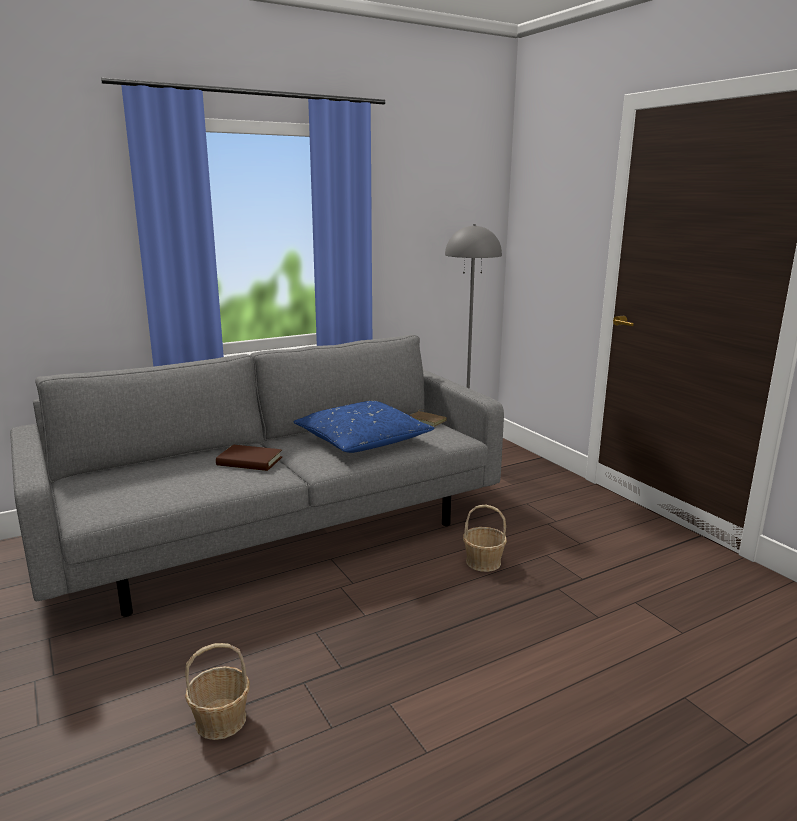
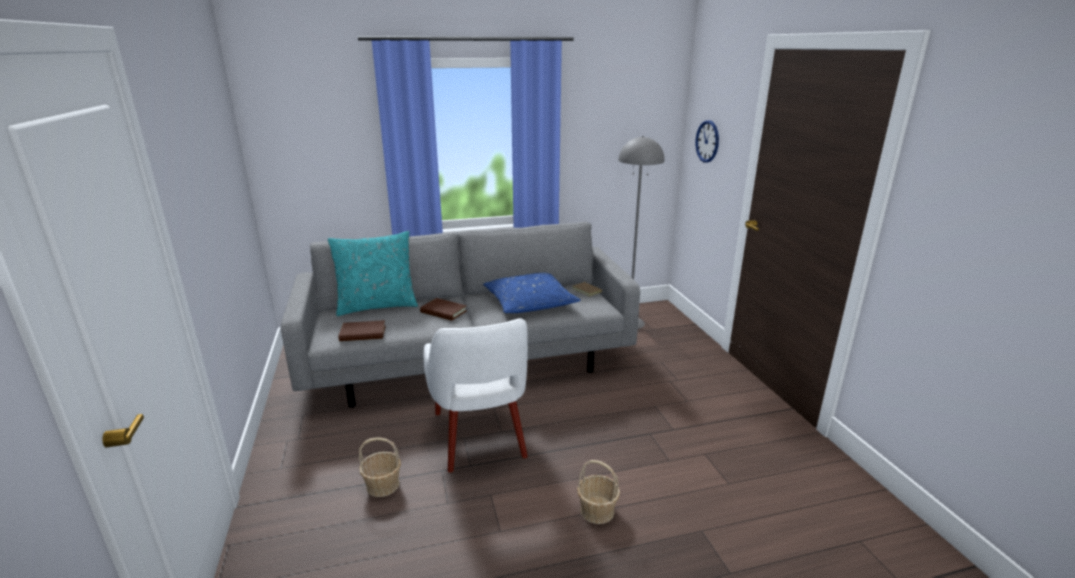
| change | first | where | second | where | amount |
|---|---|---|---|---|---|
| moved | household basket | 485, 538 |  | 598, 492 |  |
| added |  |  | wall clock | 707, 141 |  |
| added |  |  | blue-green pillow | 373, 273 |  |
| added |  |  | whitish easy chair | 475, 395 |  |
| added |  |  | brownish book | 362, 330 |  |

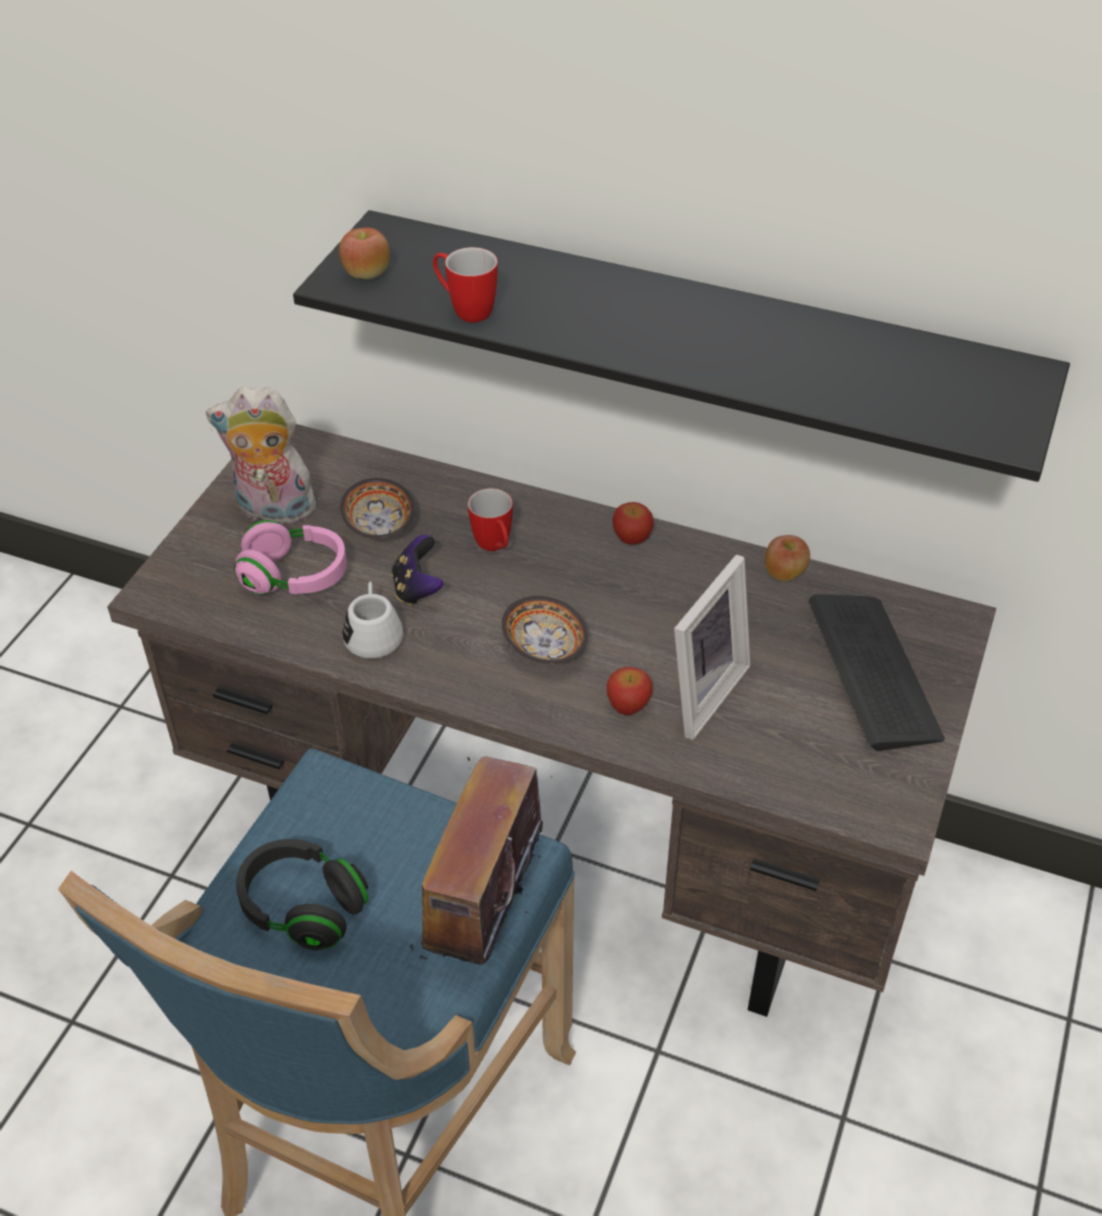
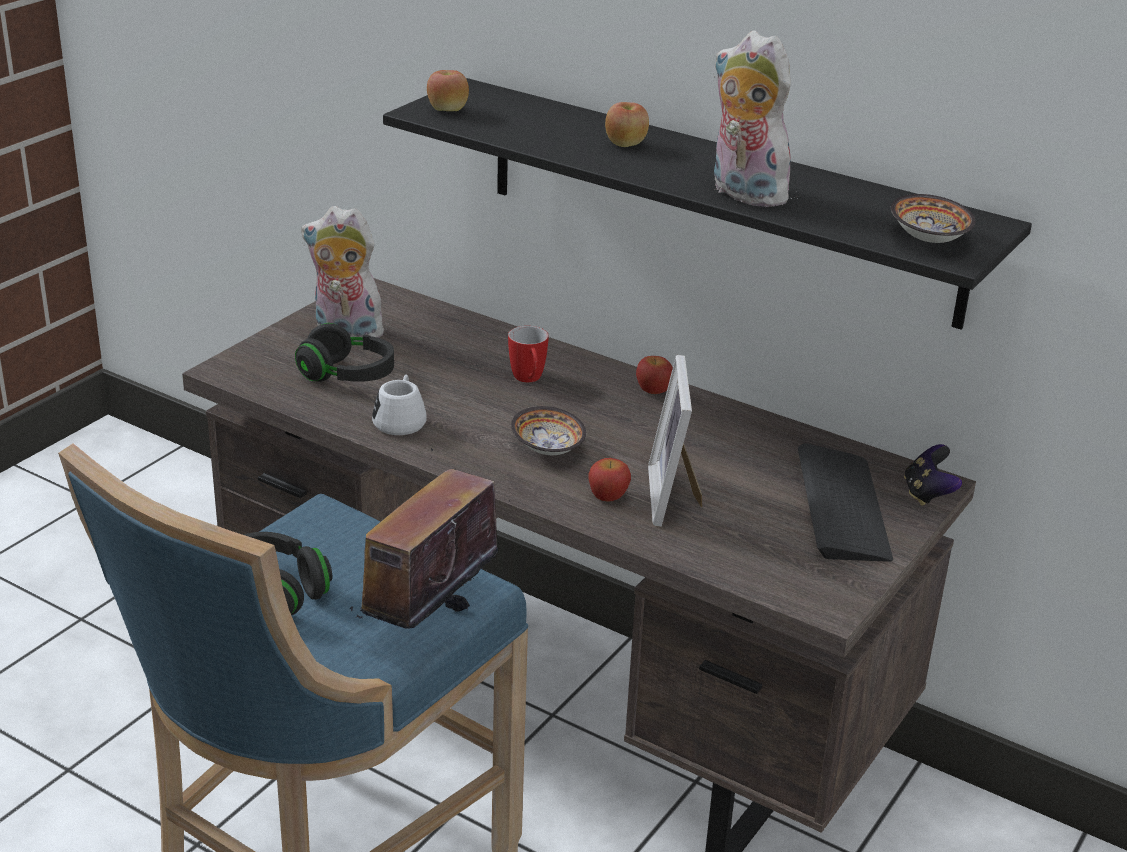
| change | first | where | second | where | amount |
|---|---|---|---|---|---|
| removed | mug | 465, 284 |  |  |  |
| moved | bowl | 377, 508 |  | 933, 218 |  |
| recoloured | pink headphones | 290, 557 | black-coloured headphones | 344, 352 |  |
| moved | joypad | 417, 570 |  | 933, 475 |  |
| moved | whole apple | 787, 558 |  | 627, 124 |  |
| turned | standing frame | 712, 647 |  | 675, 441 | 135 degrees clockwise |
| added |  |  | soft toy | 755, 119 |  |

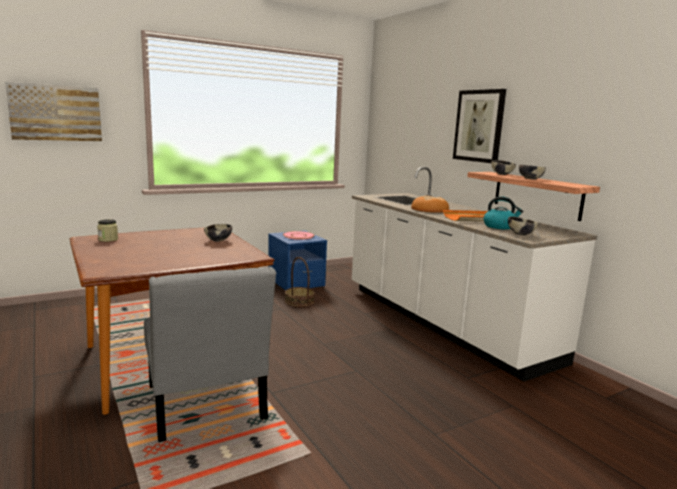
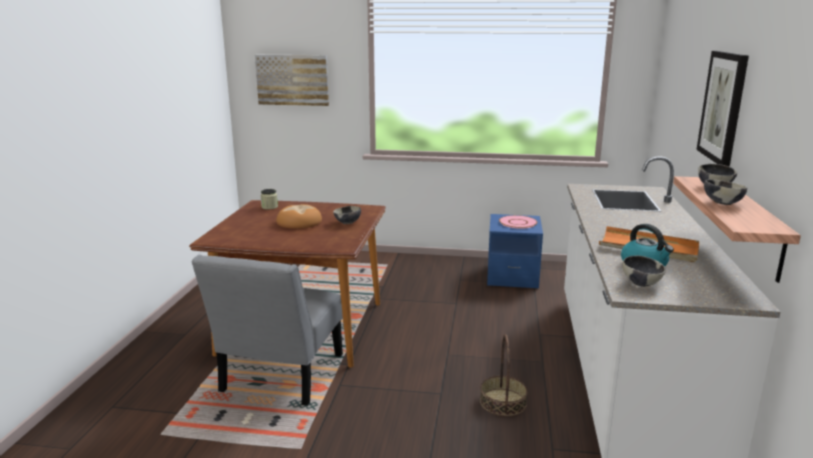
| change | first | where | second | where | amount |
|---|---|---|---|---|---|
| moved | bakery bread | 430, 204 |  | 299, 216 |  |
| moved | household basket | 300, 282 |  | 504, 375 |  |

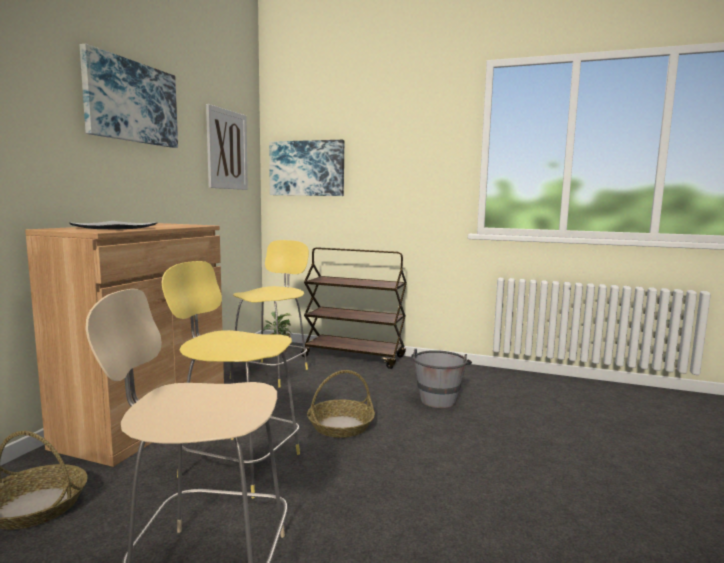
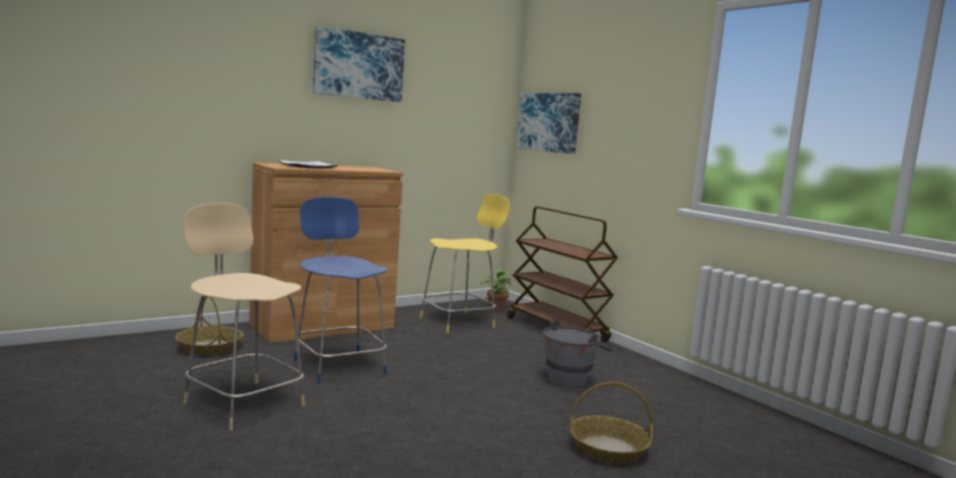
| change | first | where | second | where | amount |
|---|---|---|---|---|---|
| removed | picture | 227, 147 |  |  |  |
| recoloured | yellowish stool | 230, 379 | blue-coloured stool | 340, 290 |  |
| moved | household basket | 341, 404 |  | 611, 423 |  |

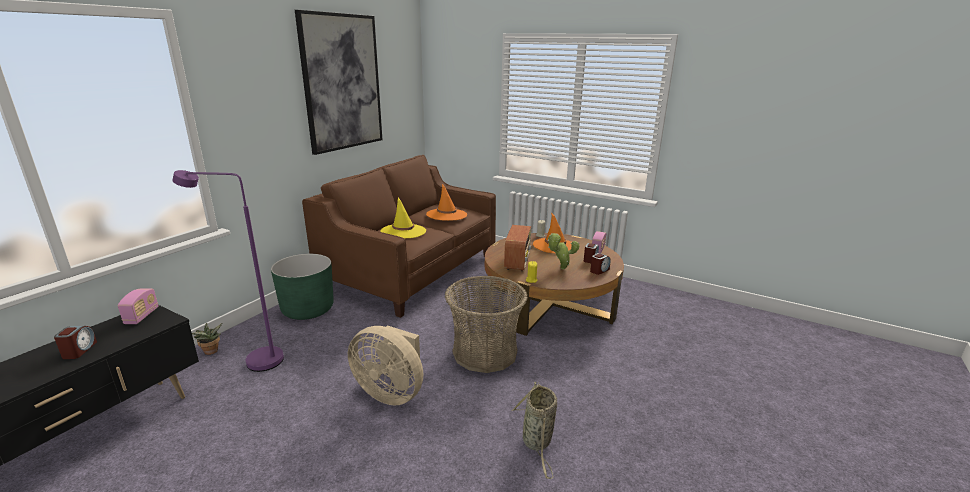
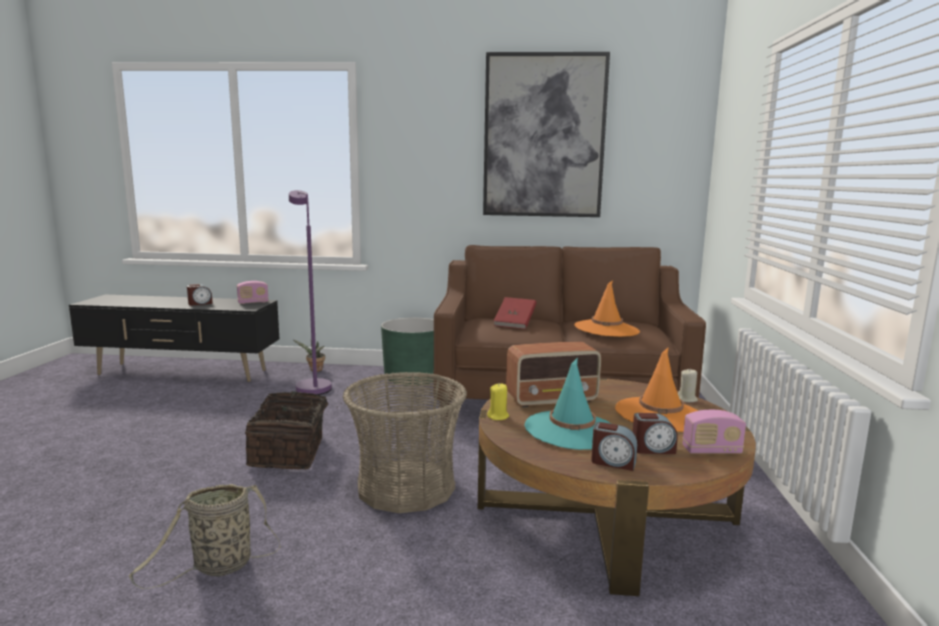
| change | first | where | second | where | amount |
|---|---|---|---|---|---|
| replaced | yellowish wearable hat | 403, 217 | red book | 515, 313 |  |
| replaced | houseplant | 564, 251 | blue-green wearable hat | 567, 404 |  |
| replaced | sand-coloured cooling fan | 385, 365 | household basket | 293, 430 |  |

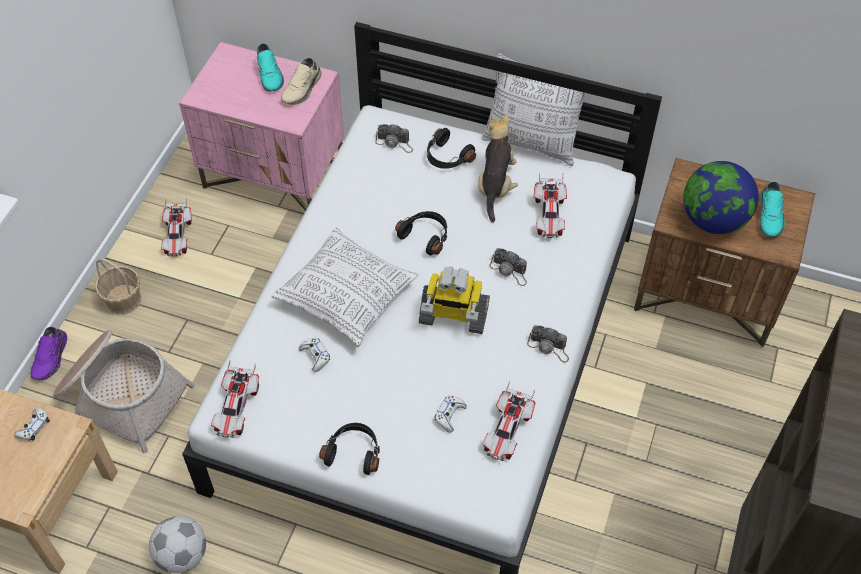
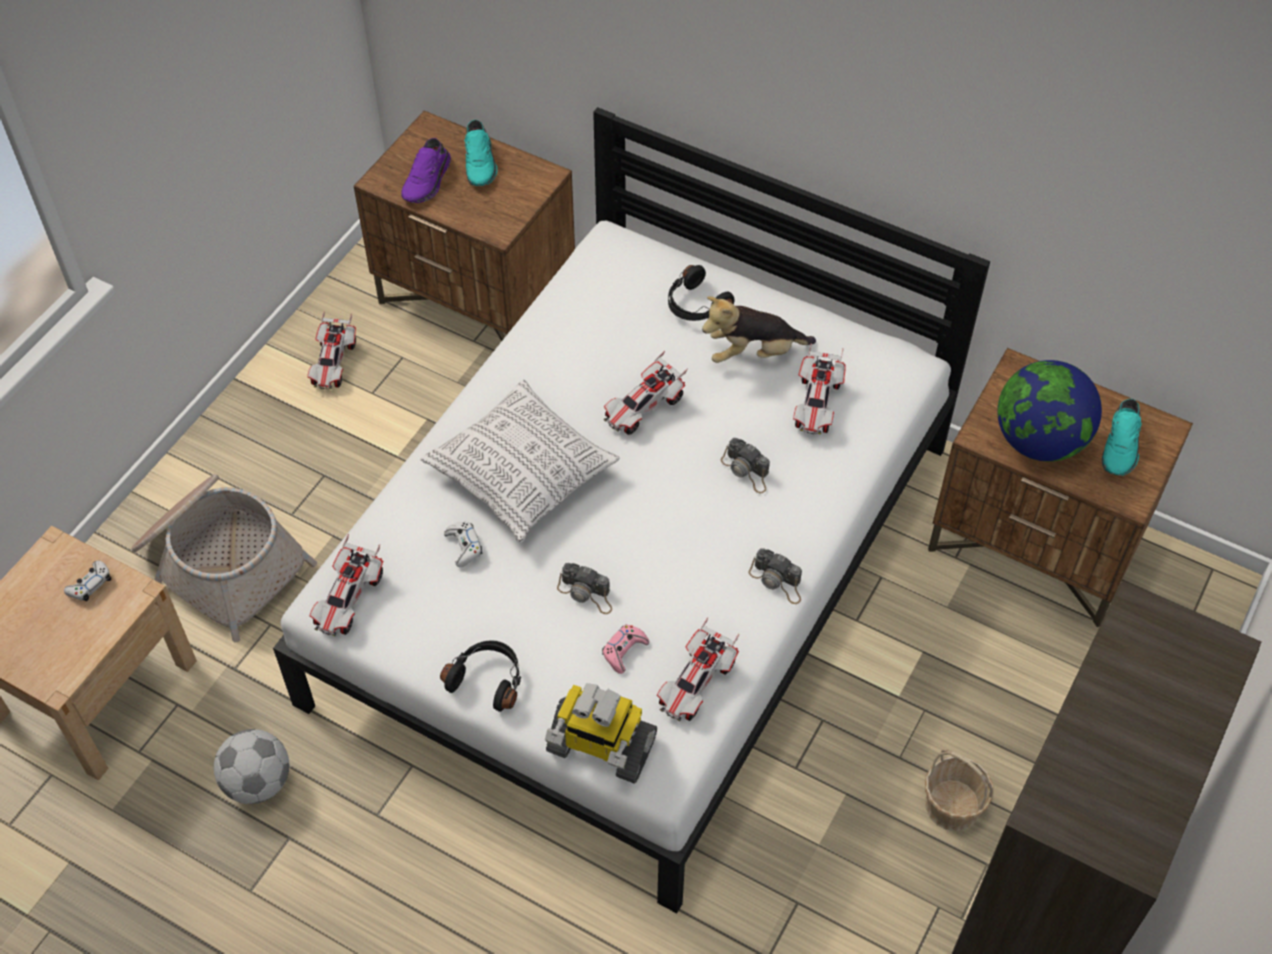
| change | first | where | second | where | amount |
|---|---|---|---|---|---|
| recoloured | pink bedside table | 261, 126 | brownish bedside table | 464, 226 |  |
| removed | pillow | 535, 109 |  |  |  |
| removed | sand-coloured shoe | 301, 81 |  |  |  |
| turned | soft toy | 498, 168 |  | 759, 329 | 120 degrees counterclockwise |
| moved | photo camera | 394, 138 |  | 584, 588 |  |
| replaced | black-coloured headphones | 421, 233 | toy car | 645, 393 |  |
| moved | household basket | 118, 286 |  | 959, 790 |  |
| moved | robot figure | 454, 300 |  | 601, 733 |  |
| moved | purple shoe | 49, 353 |  | 426, 170 |  |
| recoloured | whitish joypad | 450, 414 | pink joypad | 625, 649 |  |

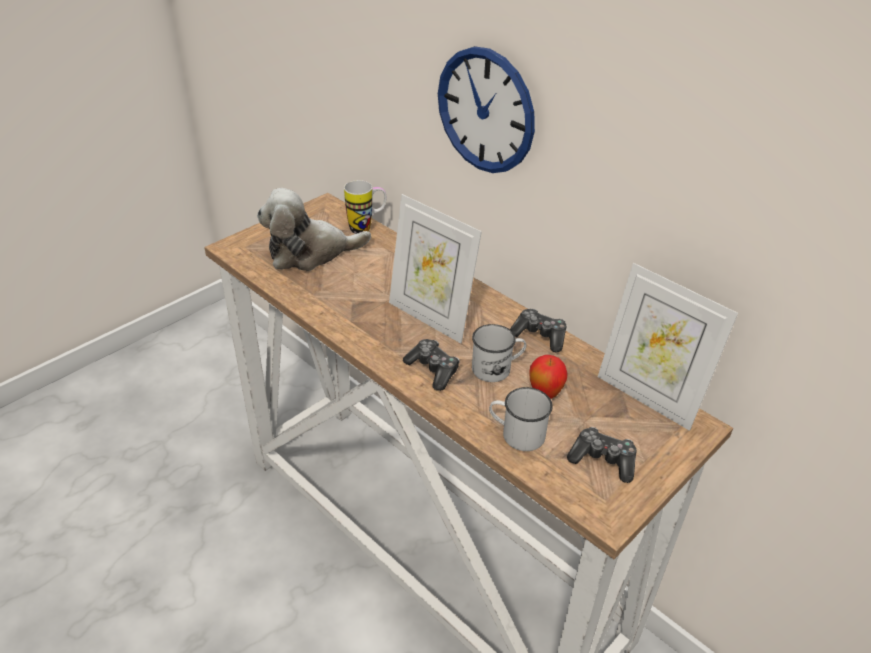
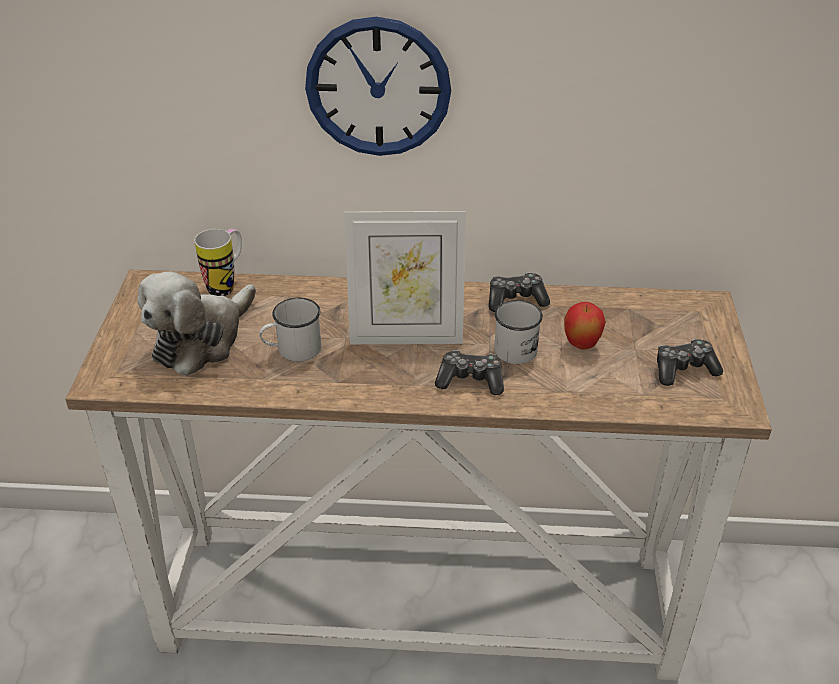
| change | first | where | second | where | amount |
|---|---|---|---|---|---|
| removed | standing frame | 668, 347 |  |  |  |
| moved | whitish mug | 521, 419 |  | 290, 330 |  |

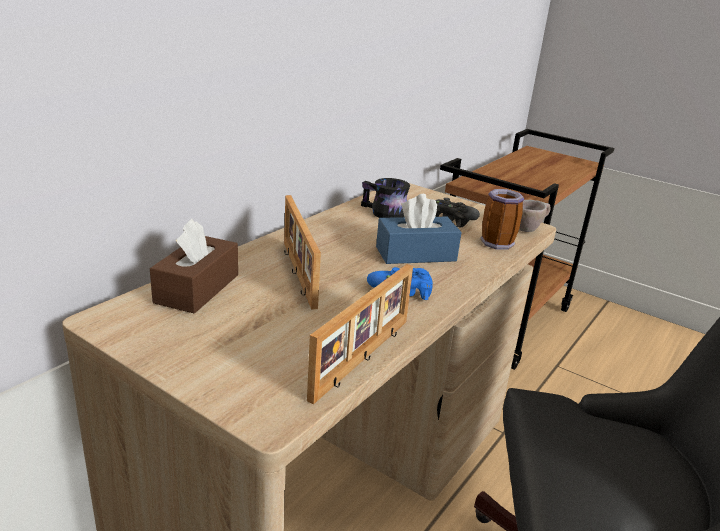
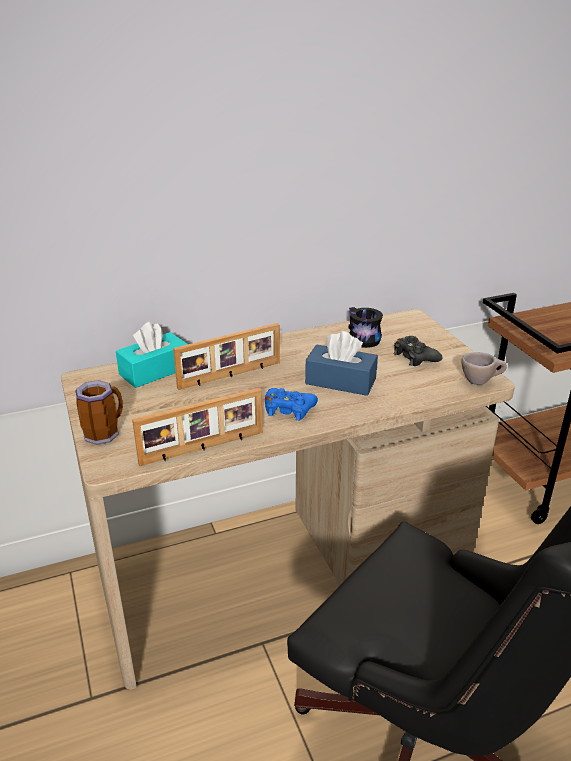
| change | first | where | second | where | amount |
|---|---|---|---|---|---|
| moved | mug | 502, 219 |  | 99, 412 |  |
| turned | standing frame | 302, 252 |  | 226, 356 | 135 degrees counterclockwise |
| recoloured | brownish tissue box | 194, 266 | blue-green tissue box | 151, 355 |  |

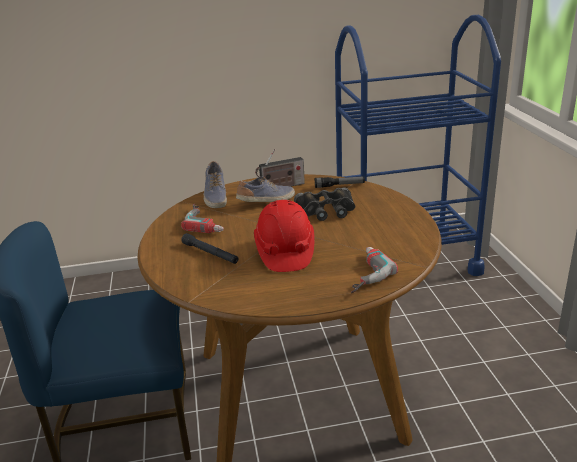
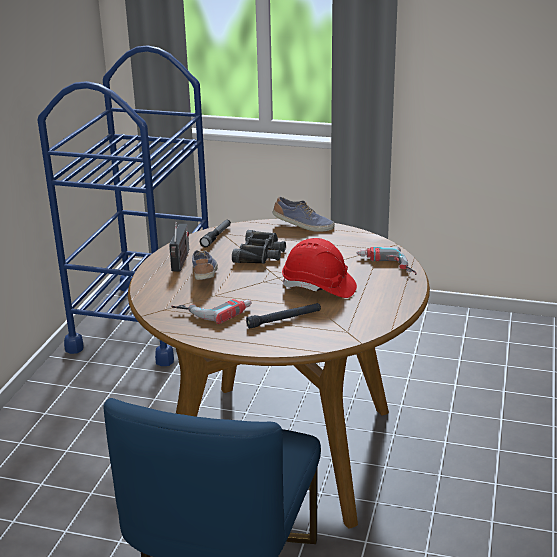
| change | first | where | second | where | amount |
|---|---|---|---|---|---|
| moved | shoe | 215, 184 |  | 303, 214 |  |

